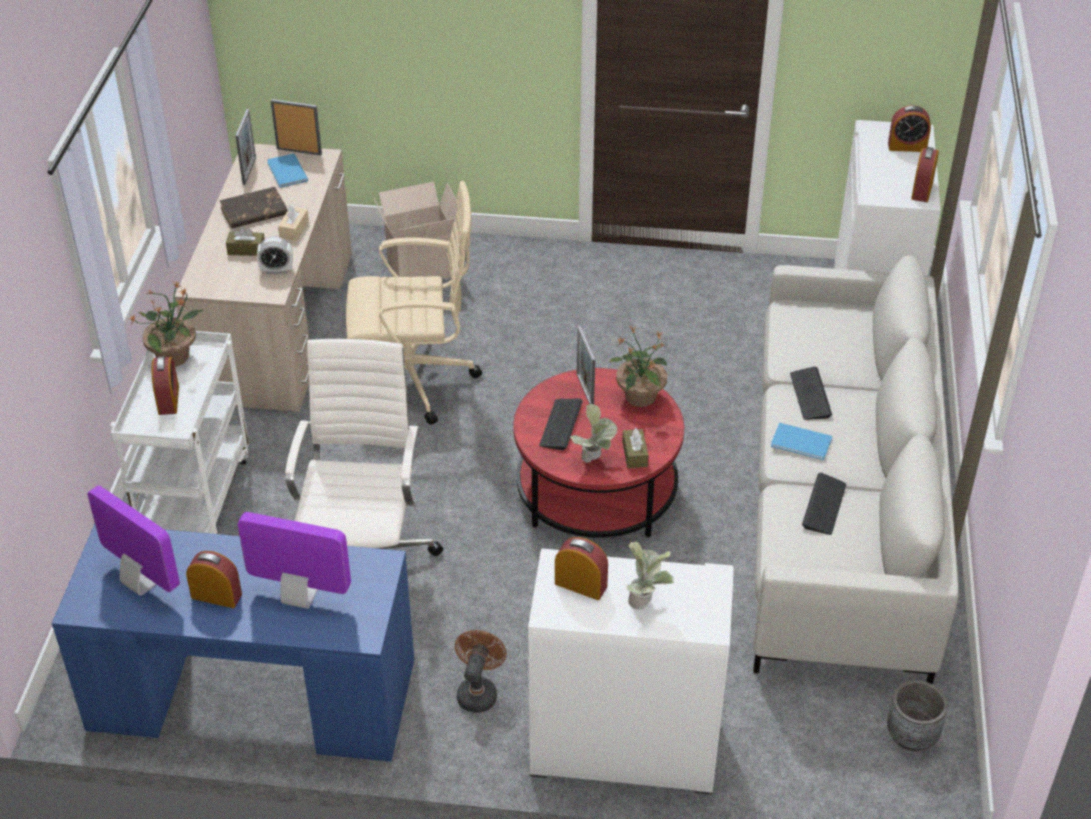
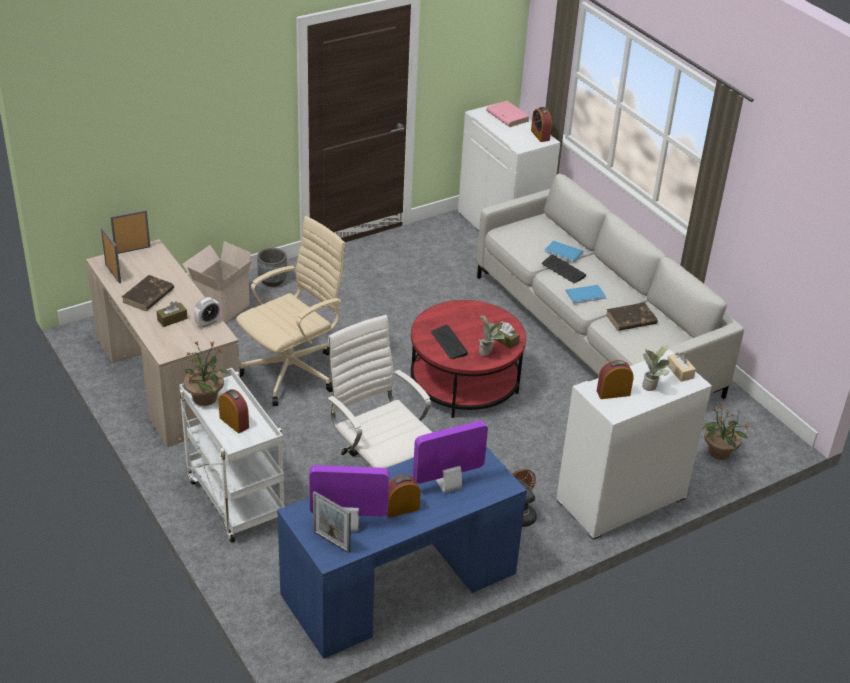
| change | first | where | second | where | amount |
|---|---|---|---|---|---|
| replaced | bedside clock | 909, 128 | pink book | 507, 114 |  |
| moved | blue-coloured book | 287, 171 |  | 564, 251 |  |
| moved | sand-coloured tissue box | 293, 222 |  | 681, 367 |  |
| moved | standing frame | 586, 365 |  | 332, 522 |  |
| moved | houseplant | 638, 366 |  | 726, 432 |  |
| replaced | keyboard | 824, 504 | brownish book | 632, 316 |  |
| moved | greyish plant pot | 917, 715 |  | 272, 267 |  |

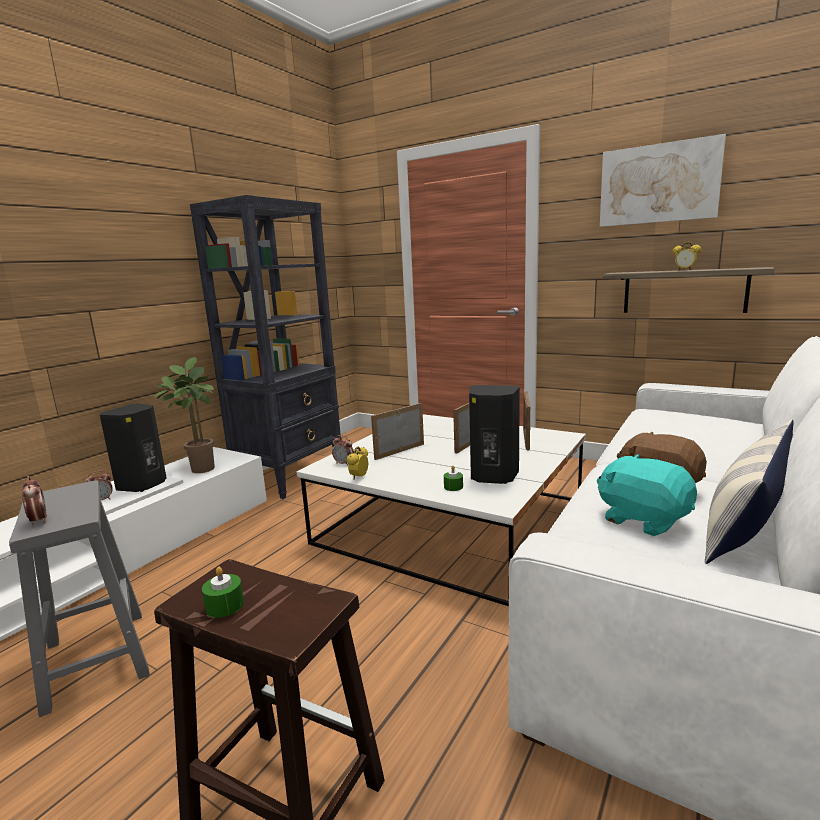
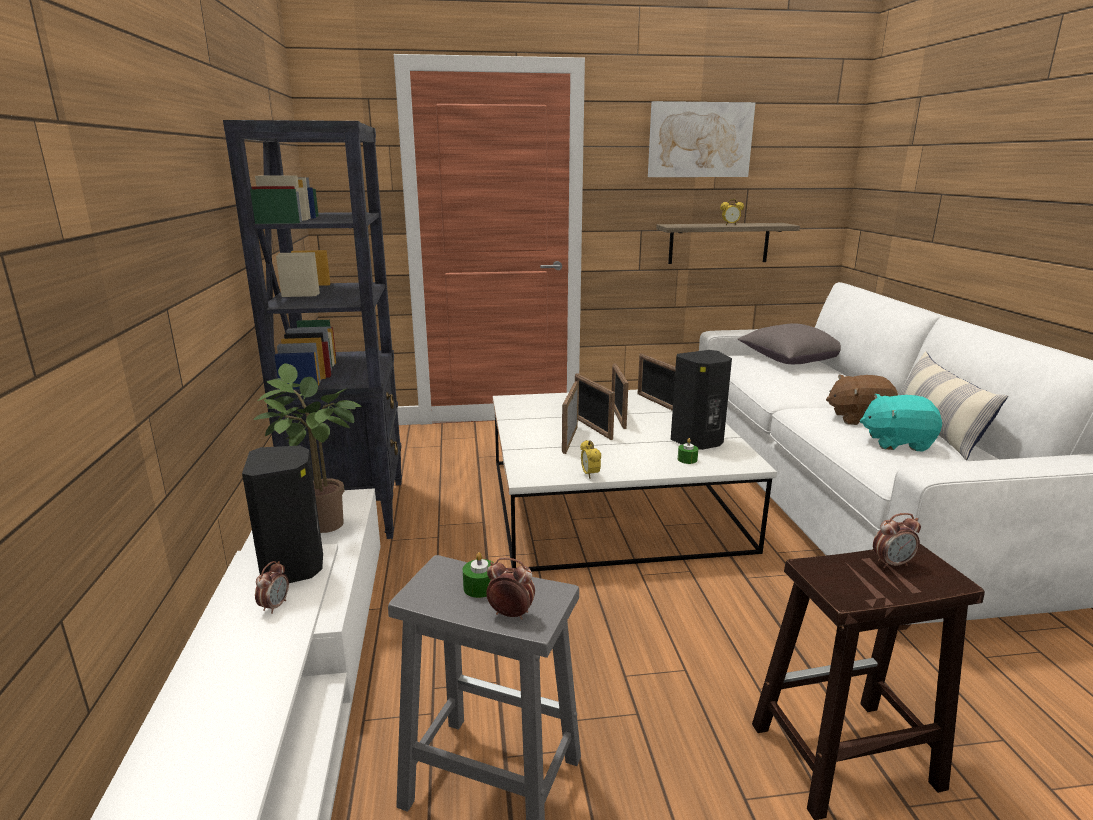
| change | first | where | second | where | amount |
|---|---|---|---|---|---|
| moved | bedside clock | 343, 450 |  | 897, 540 |  |
| moved | green-coloured wax candle | 223, 592 |  | 478, 575 |  |
| added |  |  | greyish pillow | 789, 343 |  |
| added |  |  | standing frame | 595, 406 |  |

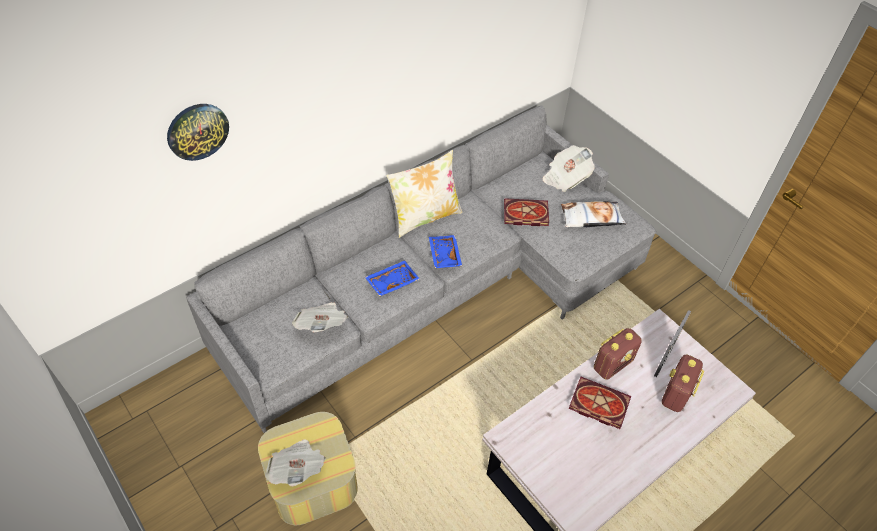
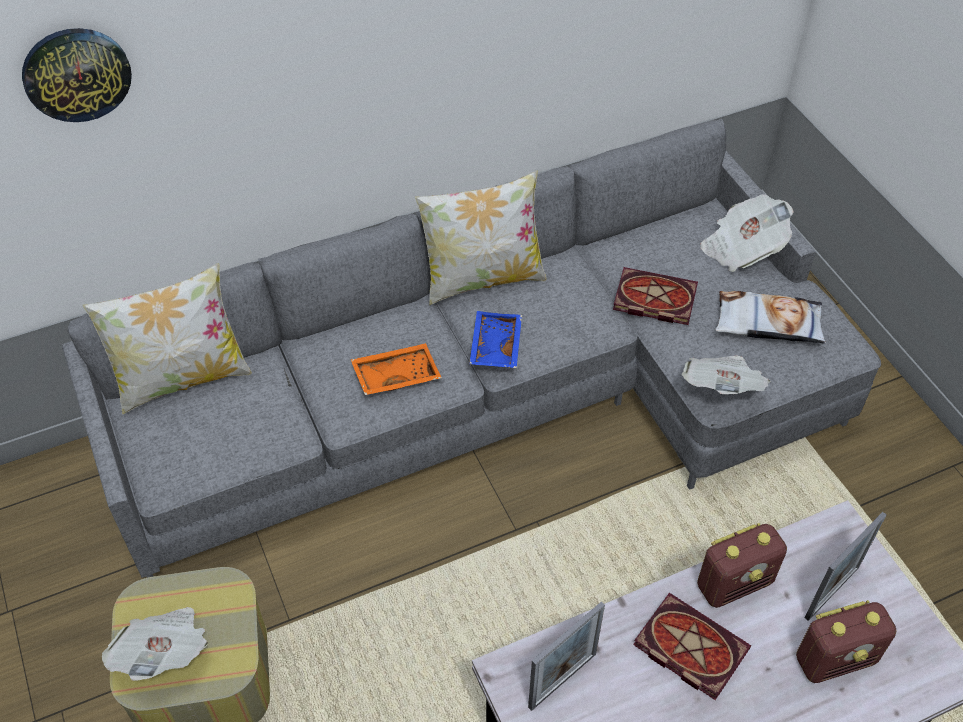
| change | first | where | second | where | amount |
|---|---|---|---|---|---|
| recoloured | blue-coloured carrying tray | 392, 278 | orangey carrying tray | 396, 369 |  |
| moved | daily paper | 320, 317 |  | 726, 374 |  |
| turned | radio set | 683, 383 |  | 846, 641 | 150 degrees counterclockwise |
| added |  |  | pillow | 167, 338 |  |
| added |  |  | standing frame | 566, 656 |  |

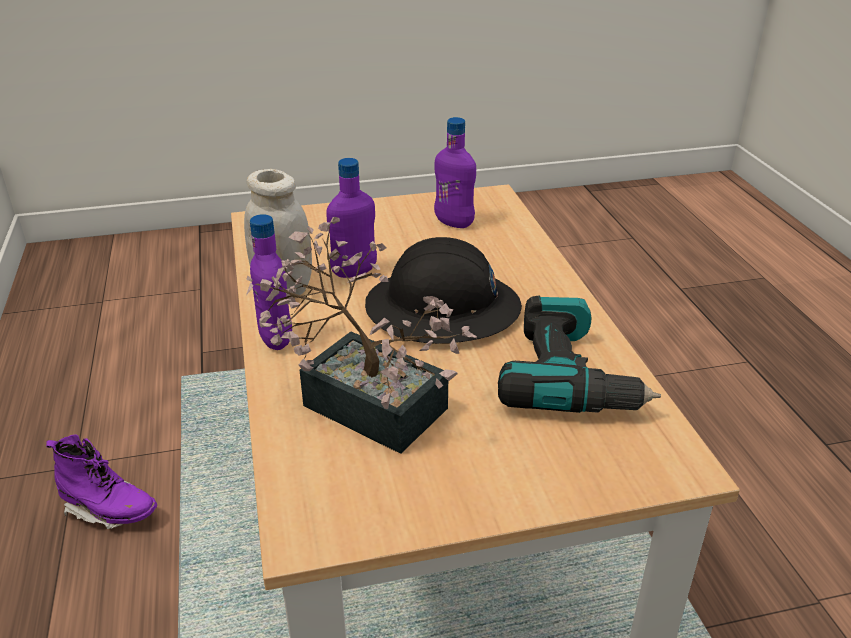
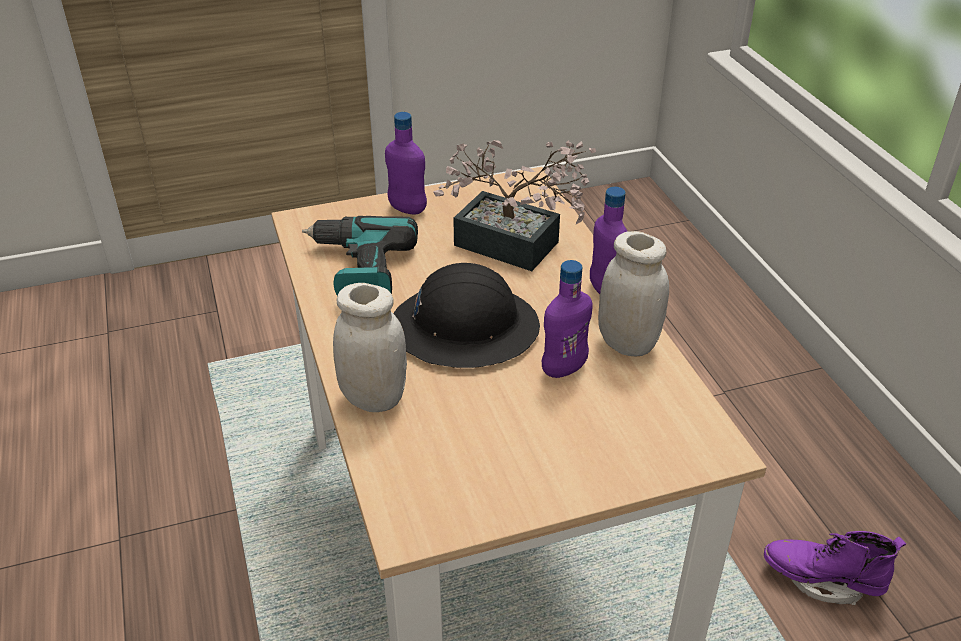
| change | first | where | second | where | amount |
|---|---|---|---|---|---|
| moved | purple bottle | 455, 172 |  | 406, 163 |  |
| added |  |  | whitish preserve jar | 370, 347 |  |

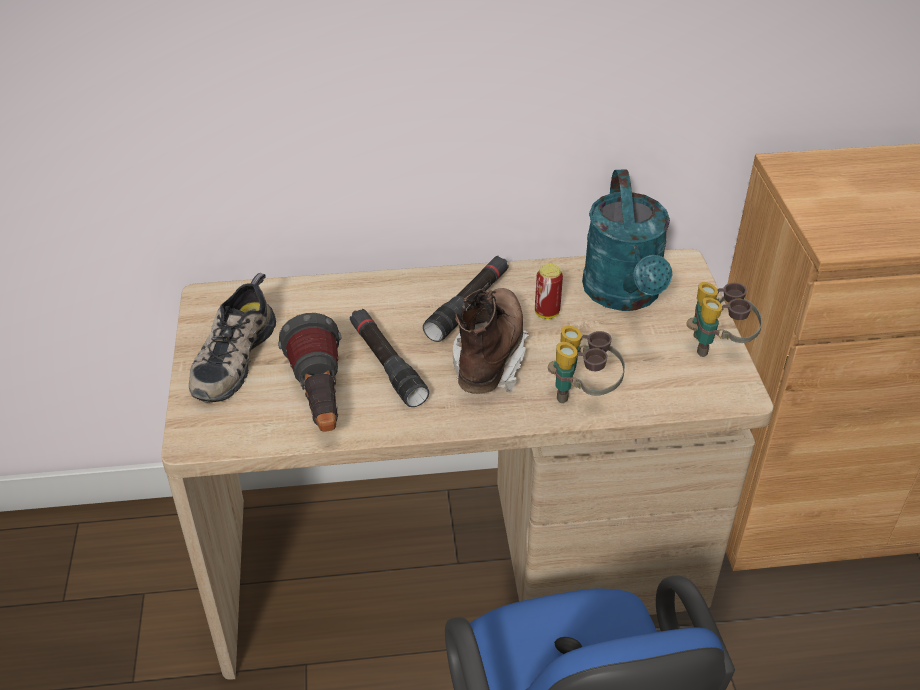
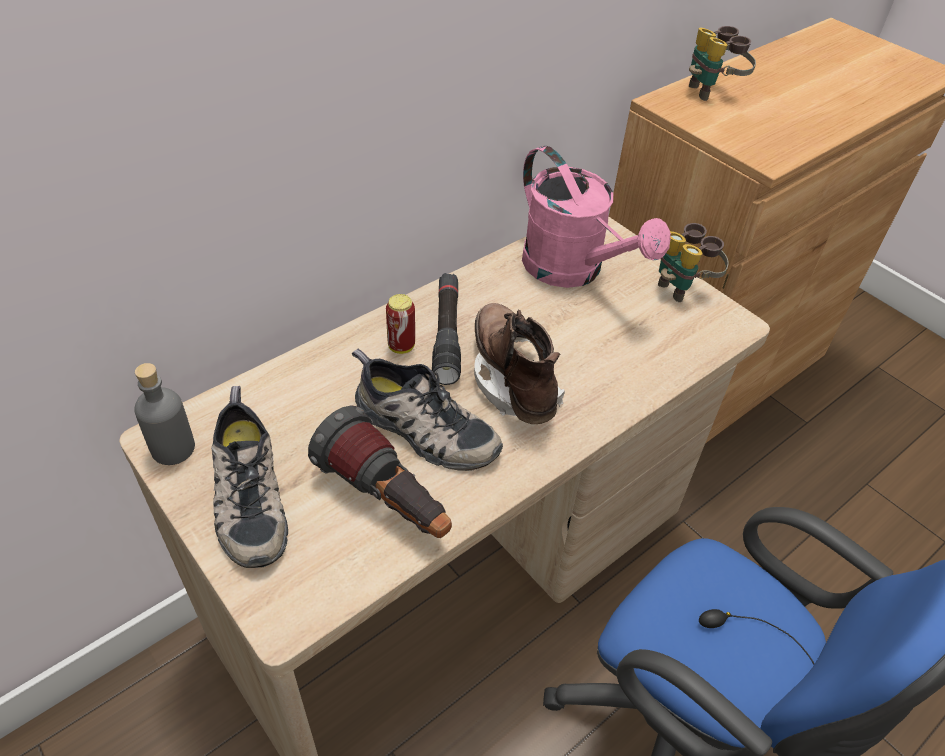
| change | first | where | second | where | amount |
|---|---|---|---|---|---|
| recoloured | blue-green watering can | 627, 240 | pink watering can | 596, 217 |  |
| moved | metal can | 549, 291 |  | 400, 324 |  |
| replaced | black-coloured flashlight | 389, 358 | shoe | 427, 410 |  |
| moved | pair of binoculars | 586, 364 |  | 722, 63 |  |
| added |  |  | greyish bottle | 164, 414 |  |

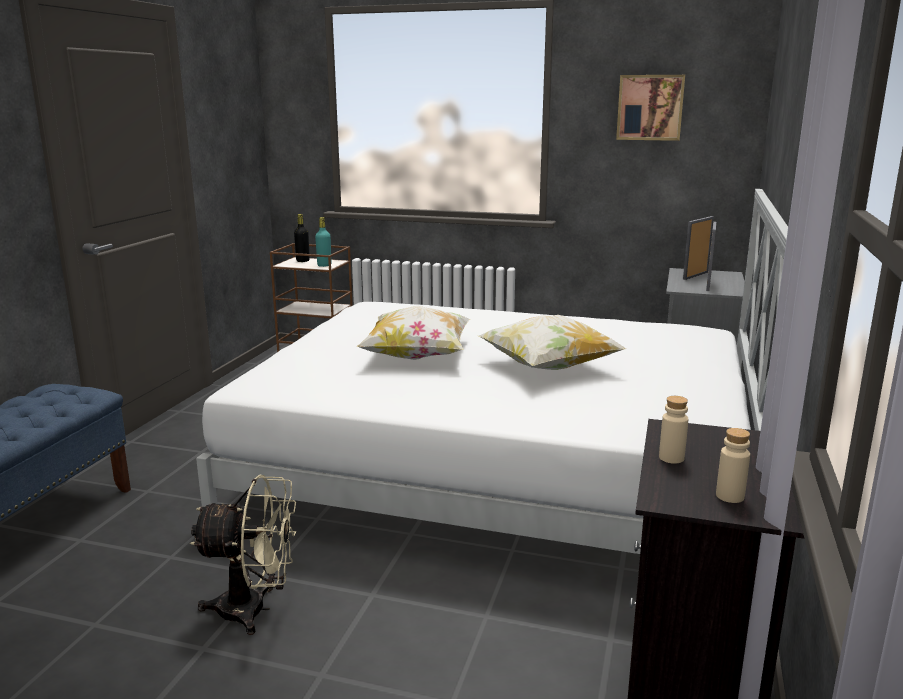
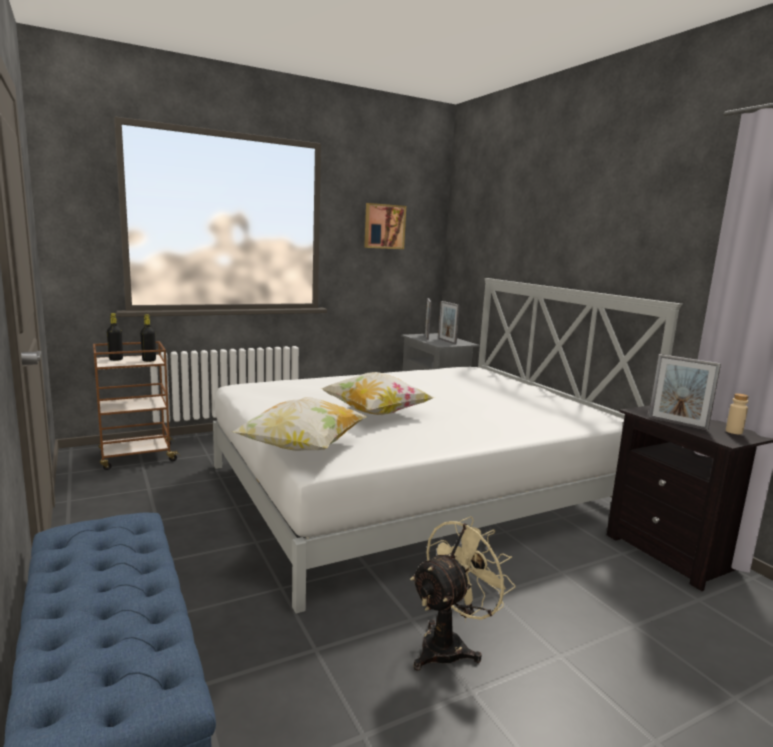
| change | first | where | second | where | amount |
|---|---|---|---|---|---|
| recoloured | blue-green bottle | 323, 242 | black-coloured bottle | 148, 338 |  |
| moved | pillow | 552, 342 |  | 299, 424 |  |
| replaced | sand-coloured bottle | 673, 430 | standing frame | 684, 392 |  |

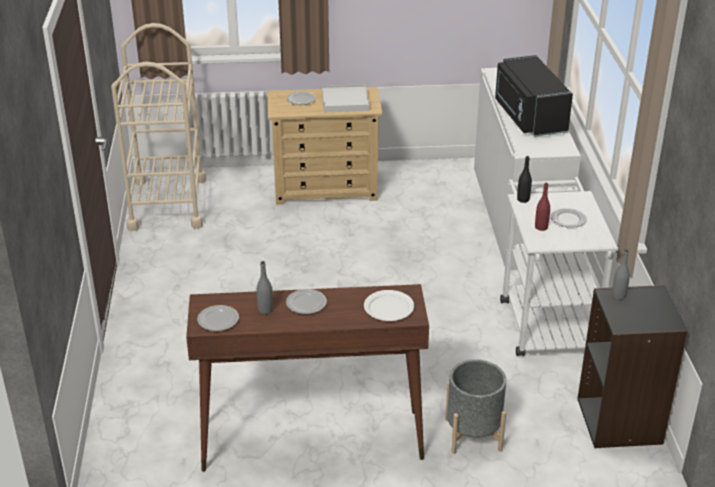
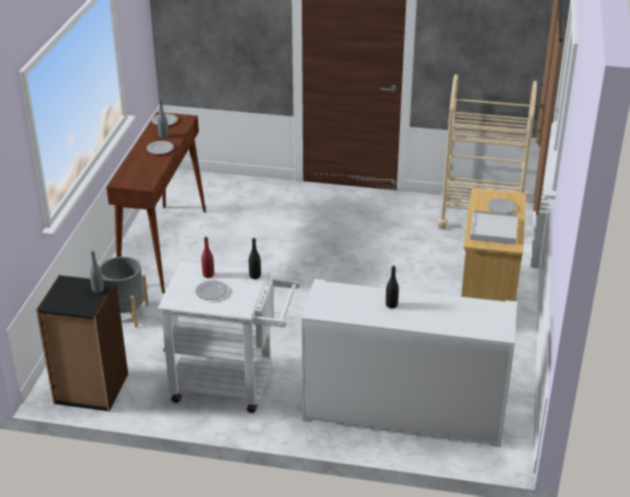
| change | first | where | second | where | amount |
|---|---|---|---|---|---|
| replaced | black-coloured microwave | 534, 96 | black-coloured bottle | 392, 286 |  |
| removed | whitish plate | 389, 305 |  |  |  |

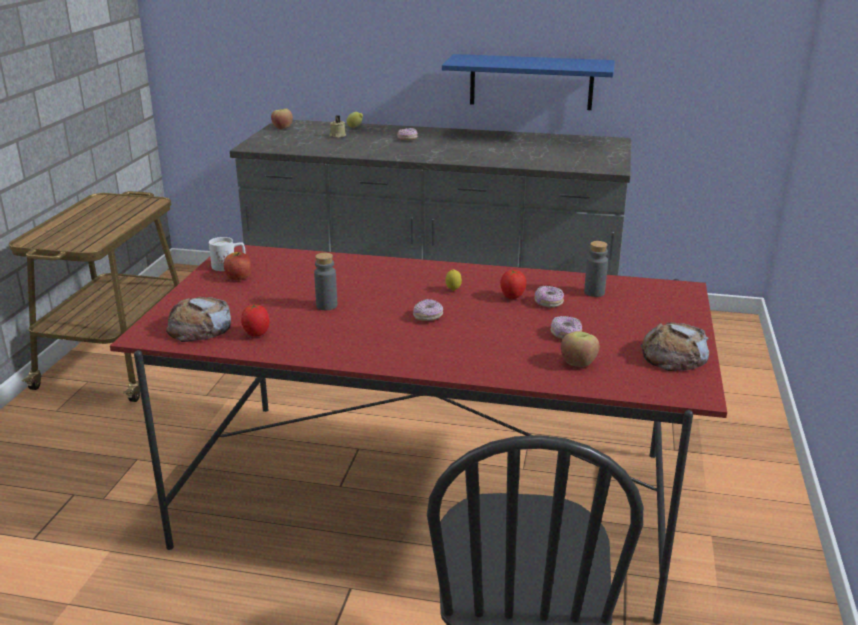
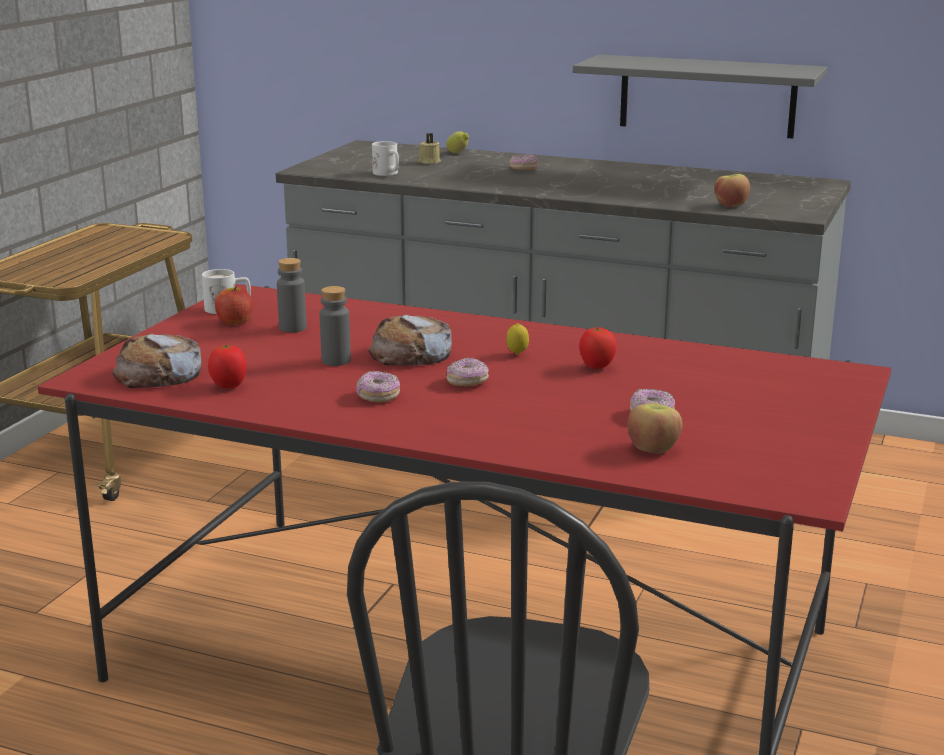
| change | first | where | second | where | amount |
|---|---|---|---|---|---|
| recoloured | blue-coloured wall shelf | 528, 82 | greyish wall shelf | 700, 96 |  |
| moved | whole apple | 282, 118 |  | 732, 190 |  |
| moved | greyish bottle | 596, 269 |  | 291, 295 |  |
| moved | doughnut | 549, 297 |  | 378, 386 |  |
| moved | bakery bread | 674, 346 |  | 410, 340 |  |
| added |  |  | whitish mug | 385, 158 |  |

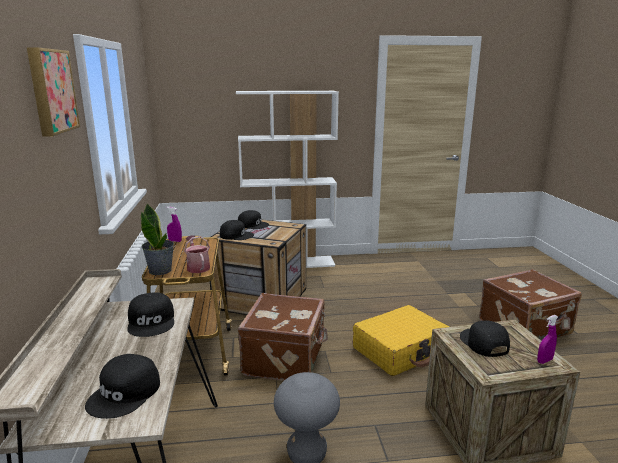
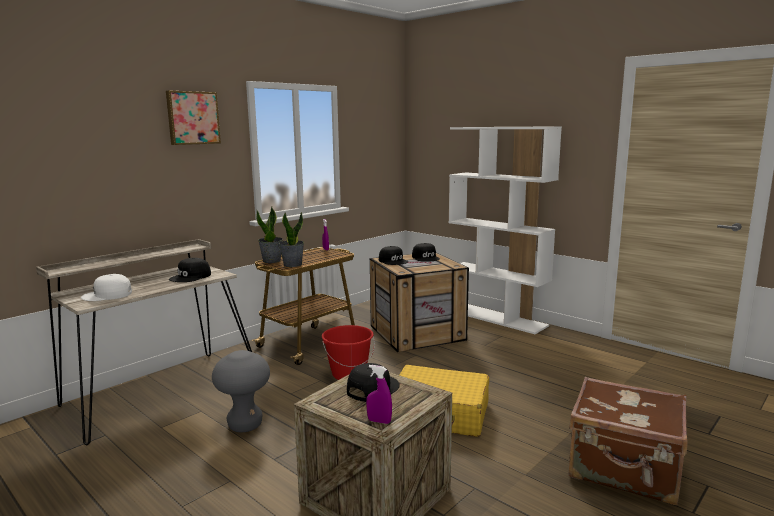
| change | first | where | second | where | amount |
|---|---|---|---|---|---|
| replaced | watering can | 197, 254 | houseplant | 291, 239 |  |
| replaced | brownish travel case | 283, 337 | red pail | 348, 352 |  |
| recoloured | black-coloured cap | 122, 386 | whitish cap | 106, 287 |  |

